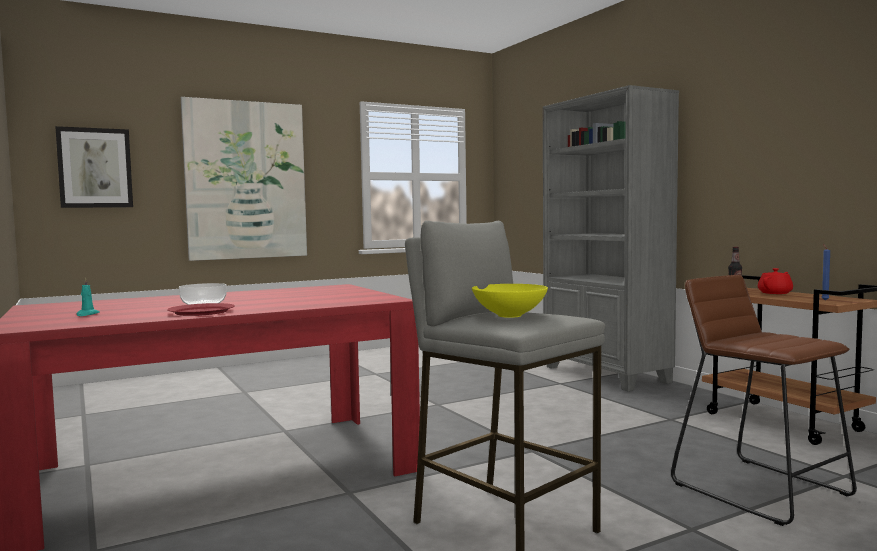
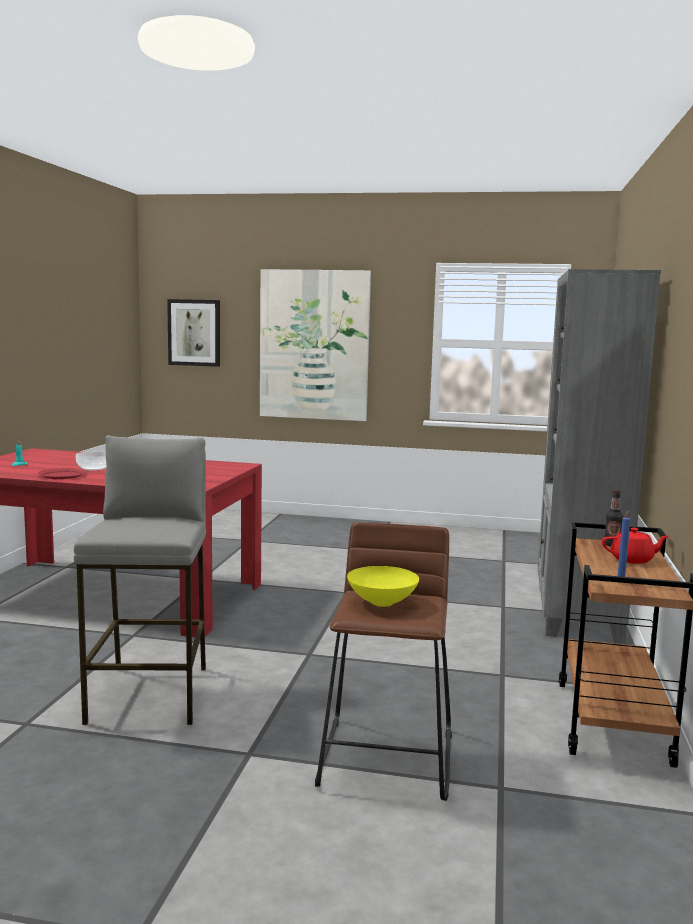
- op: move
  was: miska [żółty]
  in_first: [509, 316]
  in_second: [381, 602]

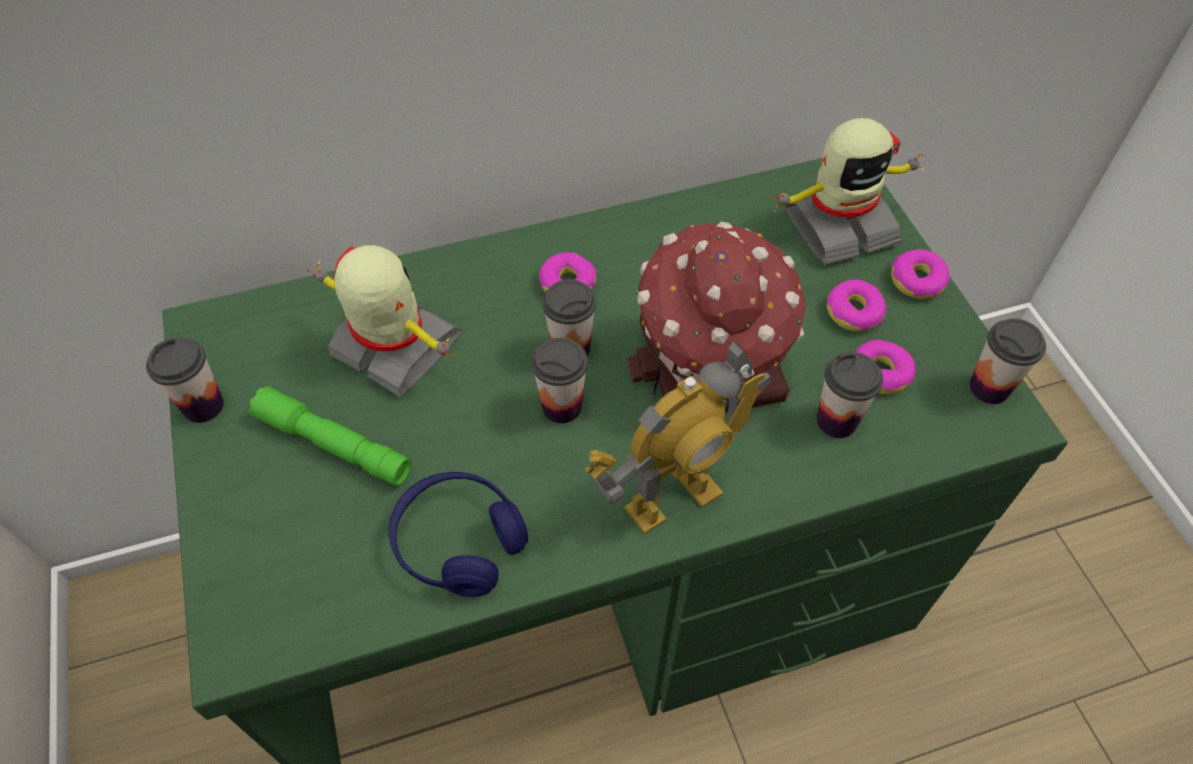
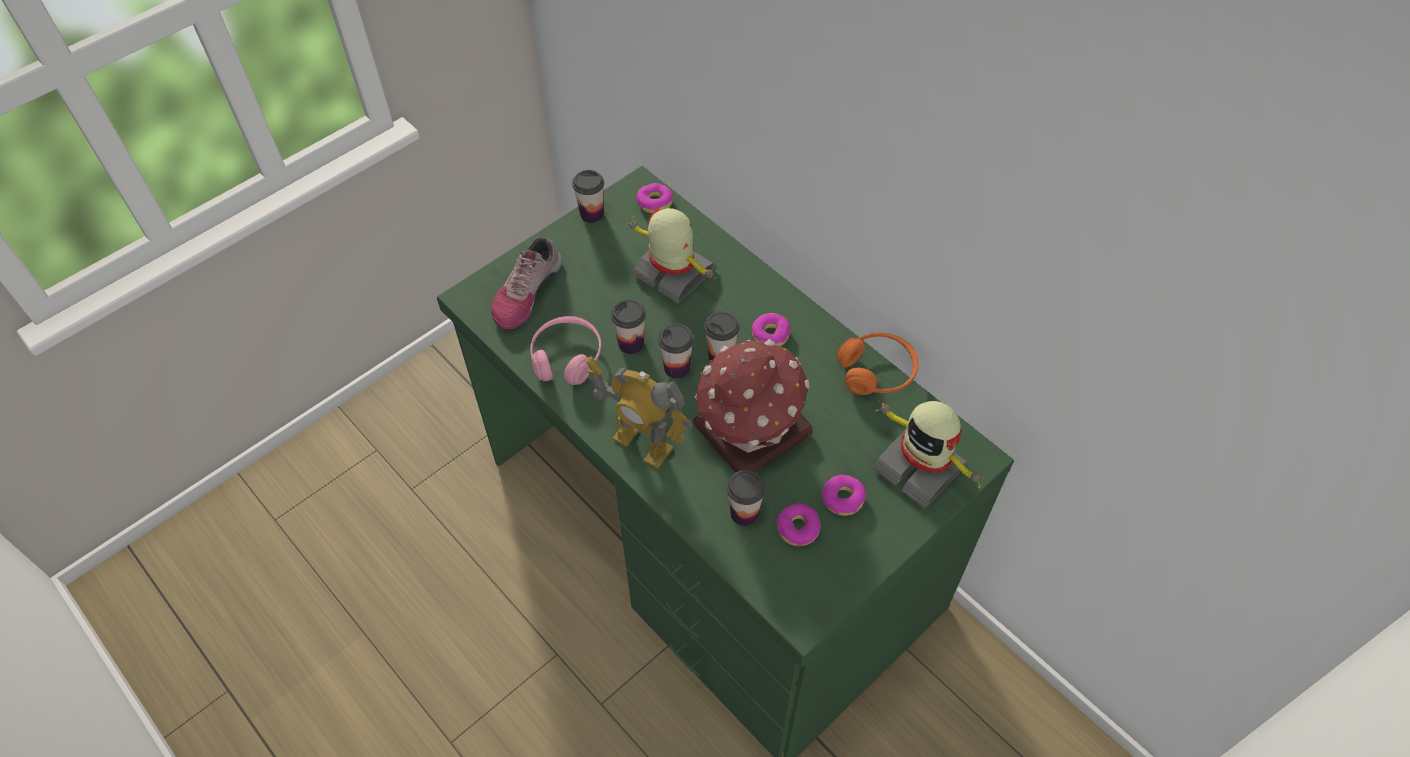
- op: delete
  was: latarka [zielony]
  in_first: [334, 445]
- op: insert
  now: but
  in_second: [526, 292]
- op: insert
  now: słuchawki [pomarańczowy]
  in_second: [877, 372]
- op: move
  was: donut
  in_first: [917, 281]
  in_second: [654, 202]
- op: move
  was: filiżanka
  in_first: [989, 387]
  in_second: [631, 344]
- op: recolor
  was: słuchawki [niebieski]
  now: słuchawki [różowy]
  in_first: [459, 541]
  in_second: [567, 357]
- op: rotate
  was: robot zabawkowy
  in_first: [394, 349]
  in_second: [673, 274]
  clockwise: -60

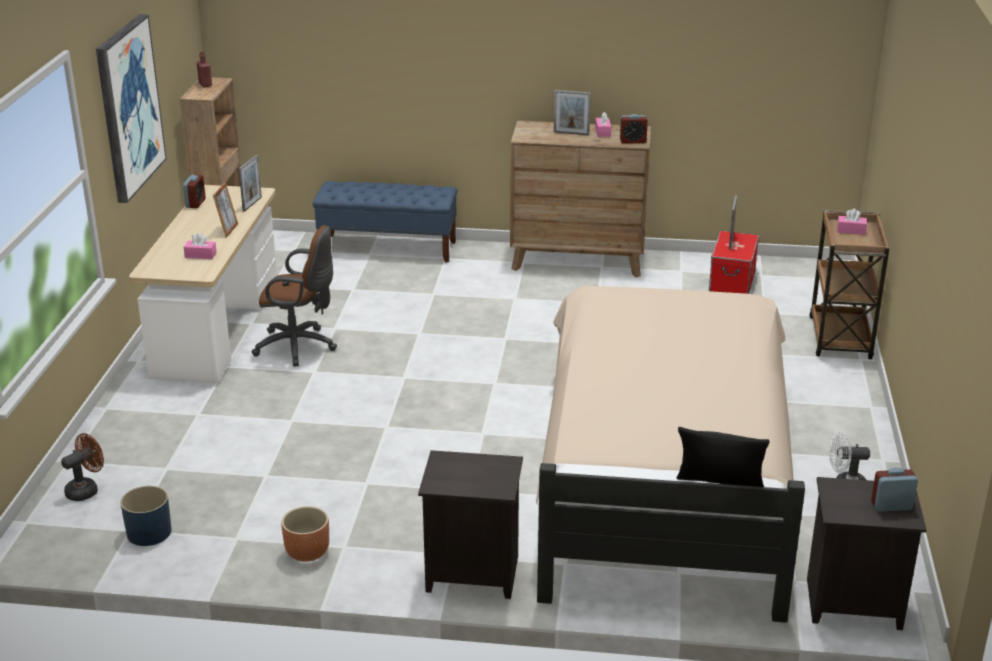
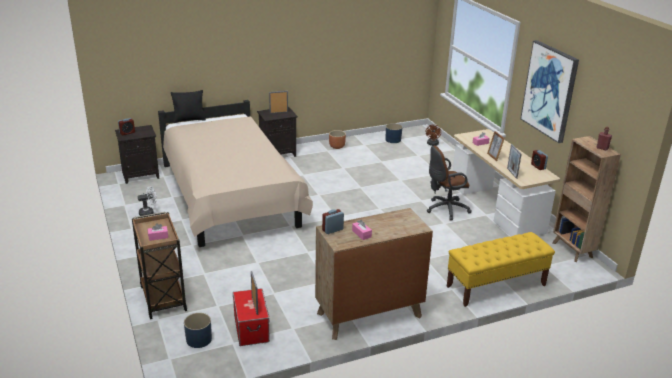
- op: insert
  now: donica [niebieski]
  in_second: [198, 339]
- op: move
  was: ramka na zdjęcie
  in_first: [571, 133]
  in_second: [278, 112]
- op: recolor
  was: ławka [niebieski]
  now: ławka [żółty]
  in_first: [388, 248]
  in_second: [496, 286]

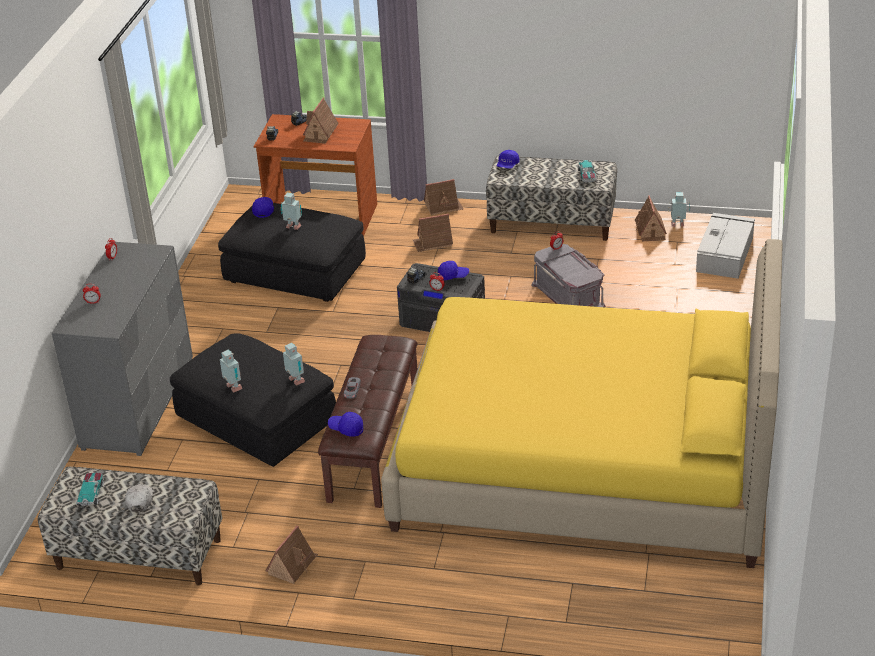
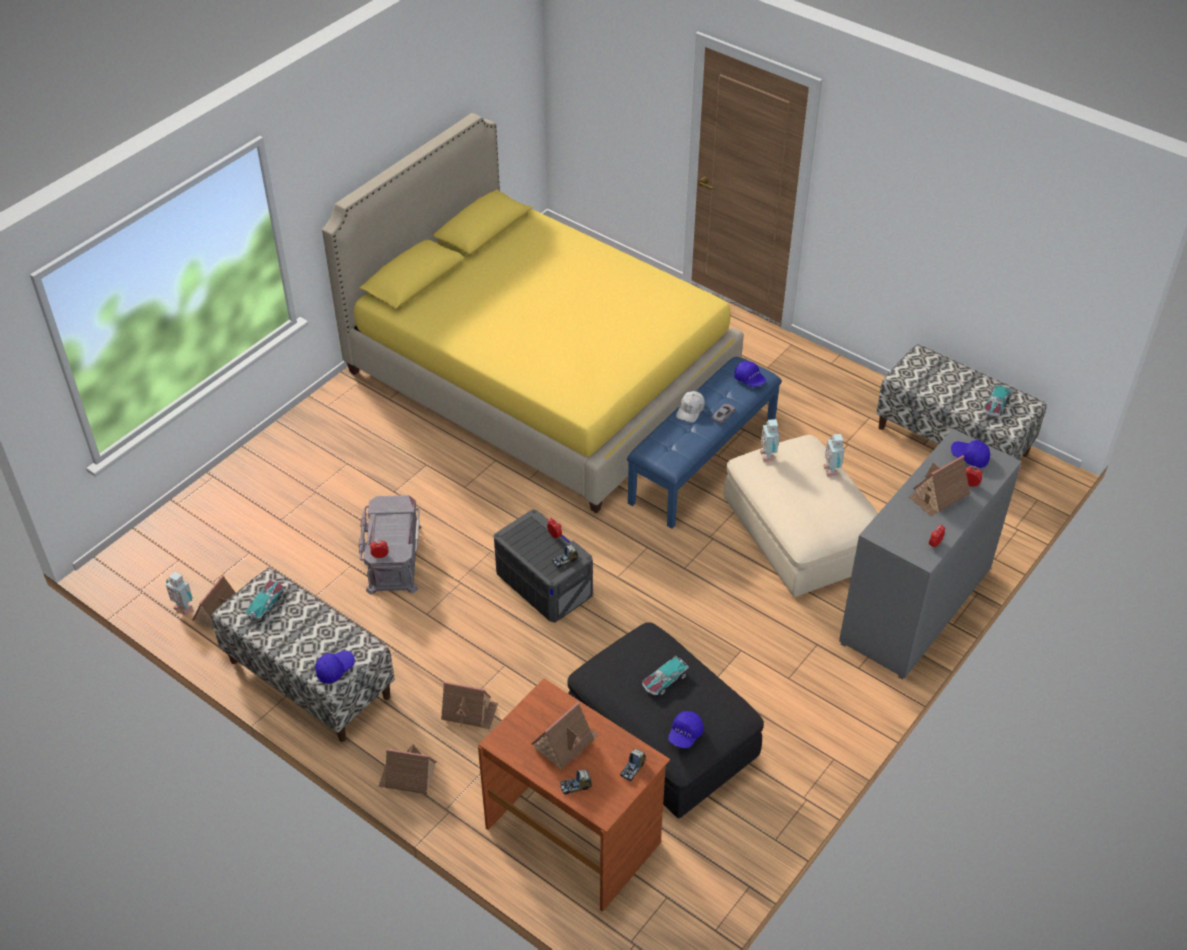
- op: delete
  was: pojemnik do przechowywania [szary]
  in_first: [725, 254]
- op: move
  was: czapka z daszkiem [biały]
  in_first: [139, 500]
  in_second: [690, 410]
- op: move
  was: domek
  in_first: [292, 565]
  in_second: [938, 496]
- op: move
  was: czapka z daszkiem [niebieski]
  in_first: [453, 276]
  in_second: [969, 457]
- op: replace
  was: robot zabawkowy
  now: samochodzik
  in_first: [293, 227]
  in_second: [664, 680]
- op: recolor
  was: pufa [czarny]
  now: pufa [beżowy]
  in_first: [255, 420]
  in_second: [801, 535]
- op: recolor
  was: ławka [brązowy]
  now: ławka [niebieski]
  in_first: [375, 445]
  in_second: [702, 463]

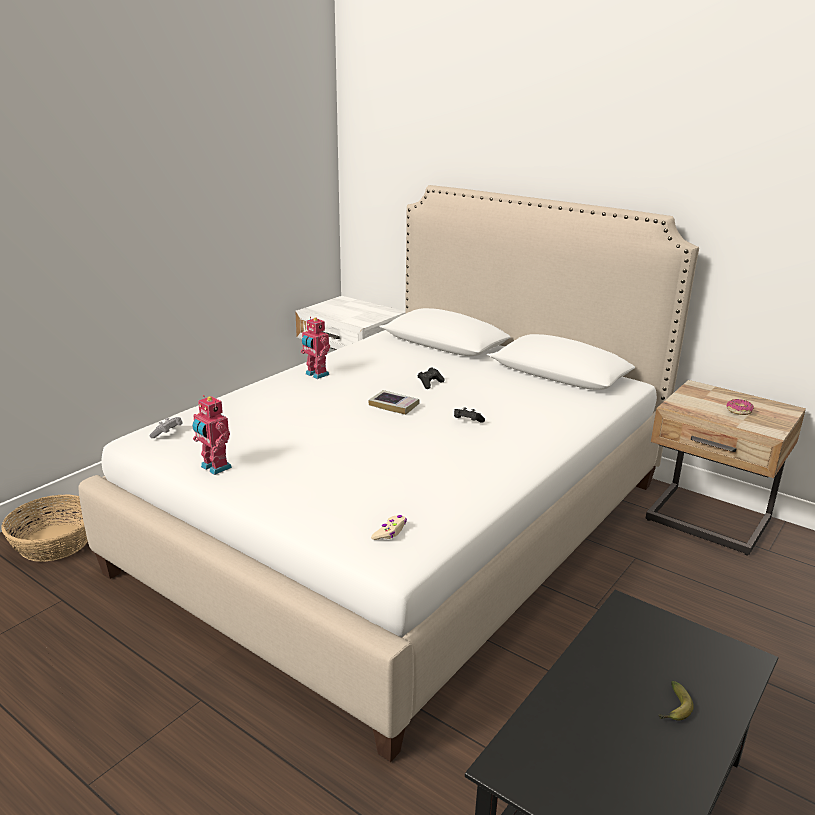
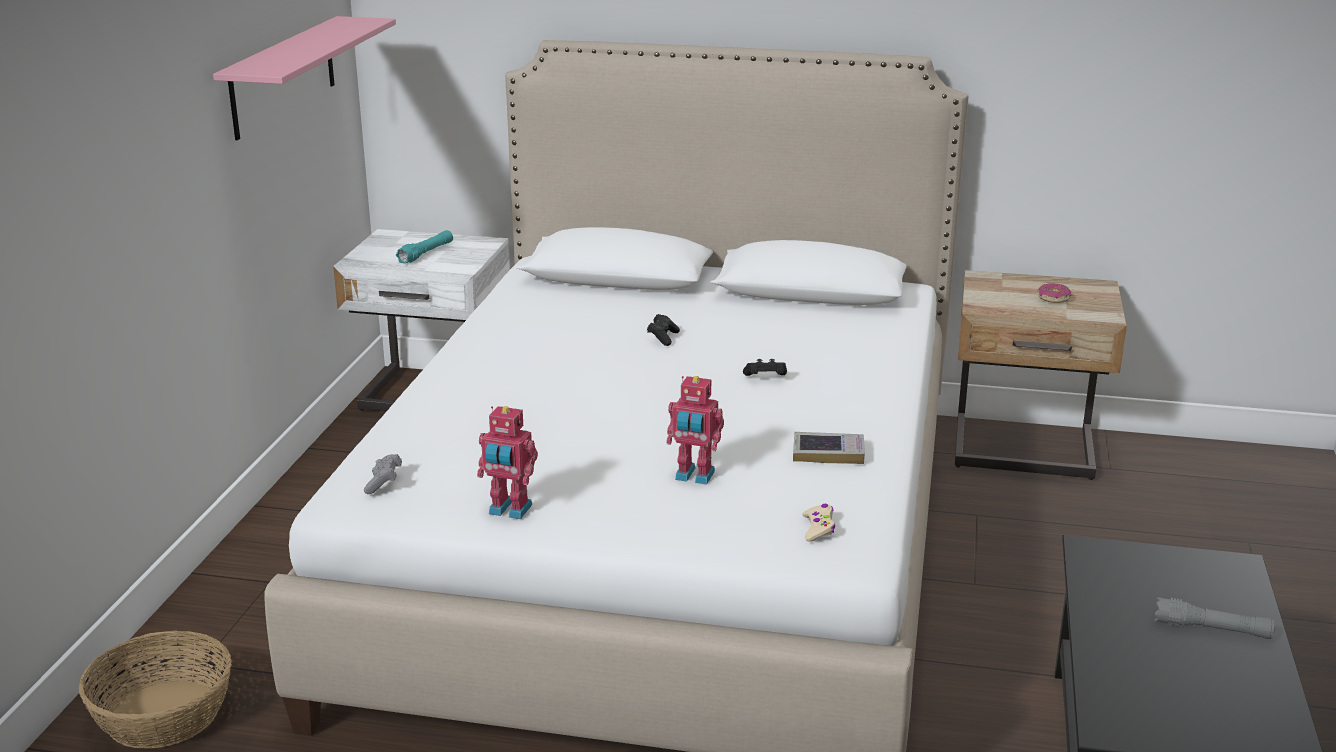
- op: insert
  now: półka [różowy]
  in_second: [283, 76]
- op: insert
  now: latarka [turkusowy]
  in_second: [426, 253]
- op: move
  was: robot zabawkowy
  in_first: [316, 375]
  in_second: [694, 476]
- op: move
  was: książka
  in_first: [394, 405]
  in_second: [828, 453]
- op: replace
  was: banan
  now: latarka [szary]
  in_first: [674, 709]
  in_second: [1212, 629]

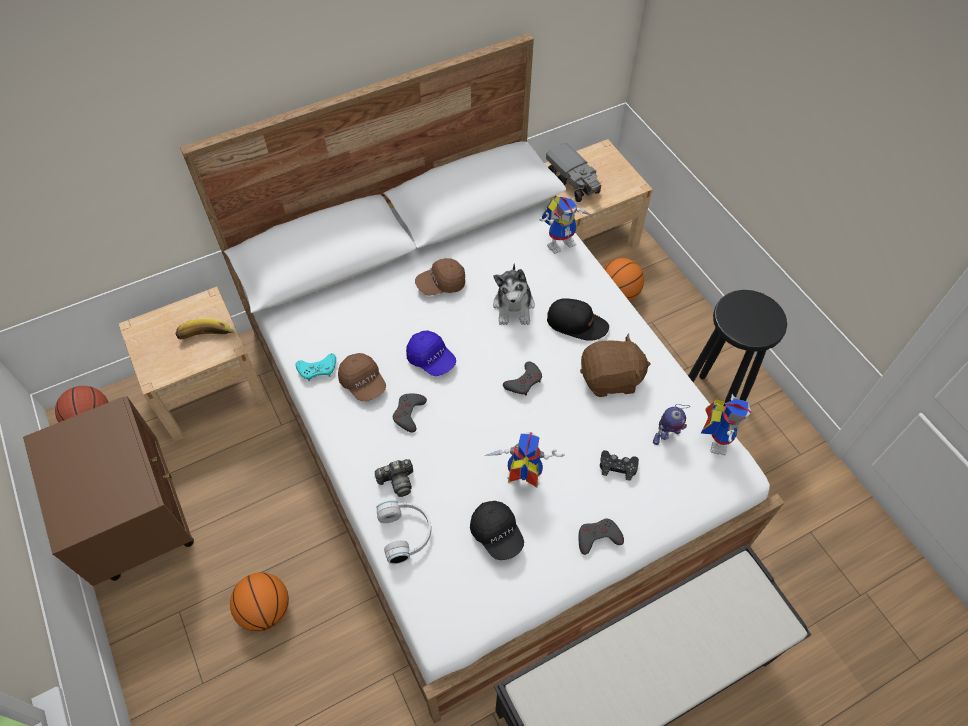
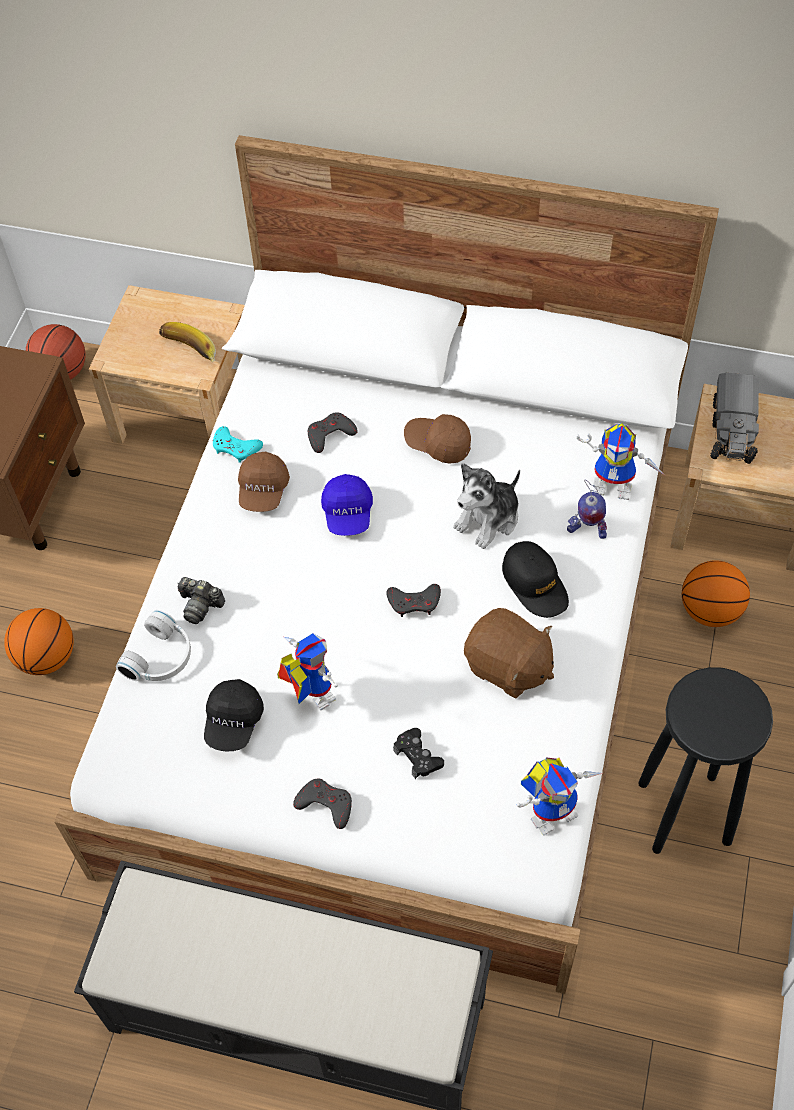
- op: move
  was: pad do gier [szary]
  in_first: [409, 413]
  in_second: [330, 435]
- op: move
  was: robot zabawkowy
  in_first: [665, 435]
  in_second: [586, 531]

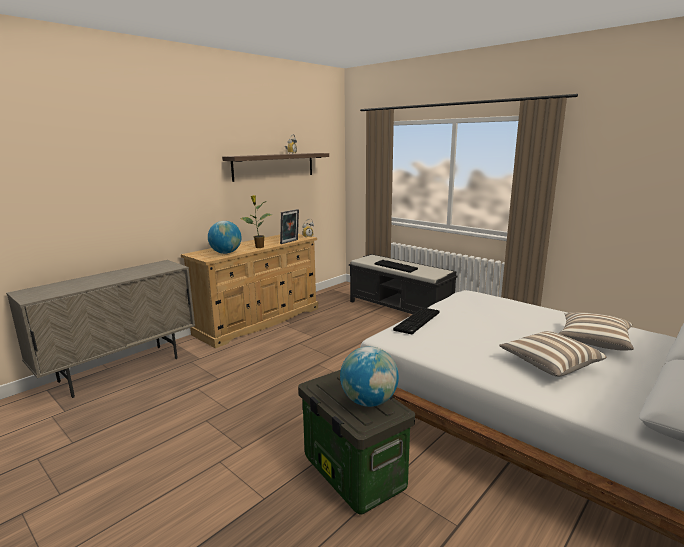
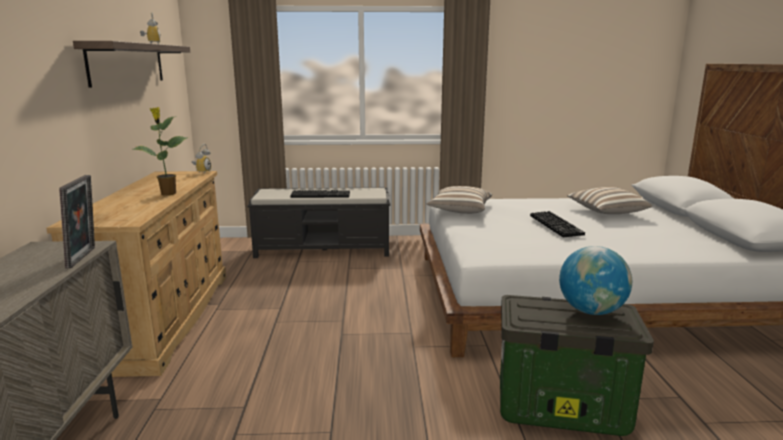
- op: delete
  was: globus
  in_first: [226, 253]
- op: move
  was: ramka na zdjęcie
  in_first: [290, 242]
  in_second: [85, 257]
- op: move
  was: klawiatura
  in_first: [418, 322]
  in_second: [557, 225]
- op: move
  was: poduszka
  in_first: [549, 364]
  in_second: [459, 211]

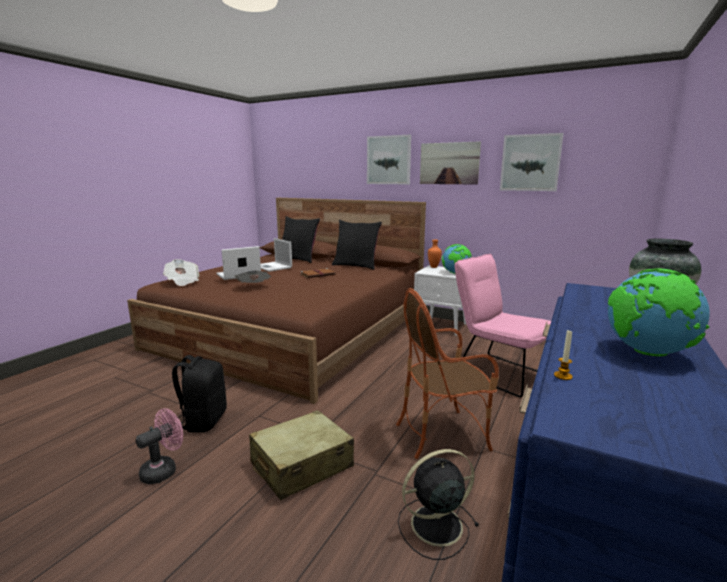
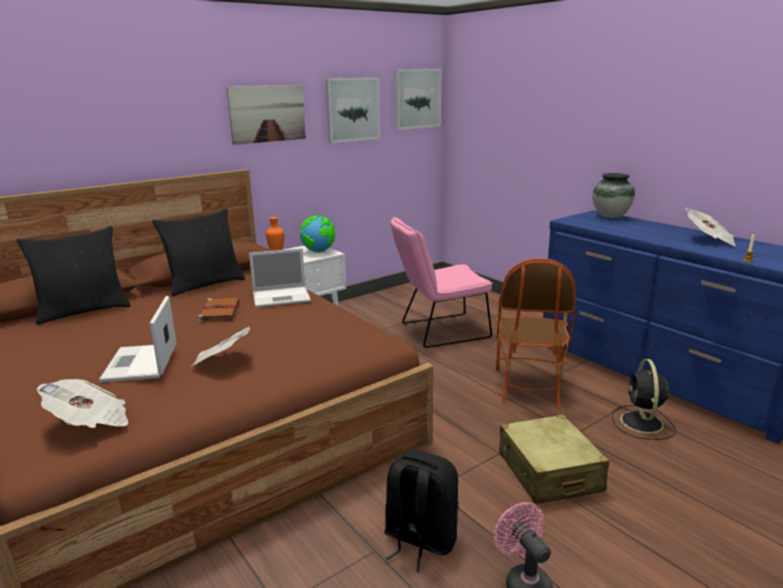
- op: move
  was: laptop
  in_first: [273, 267]
  in_second: [282, 297]
- op: move
  was: obraz
  in_first: [389, 160]
  in_second: [417, 98]
- op: replace
  was: globus
  now: gazeta
  in_first: [647, 353]
  in_second: [709, 240]

